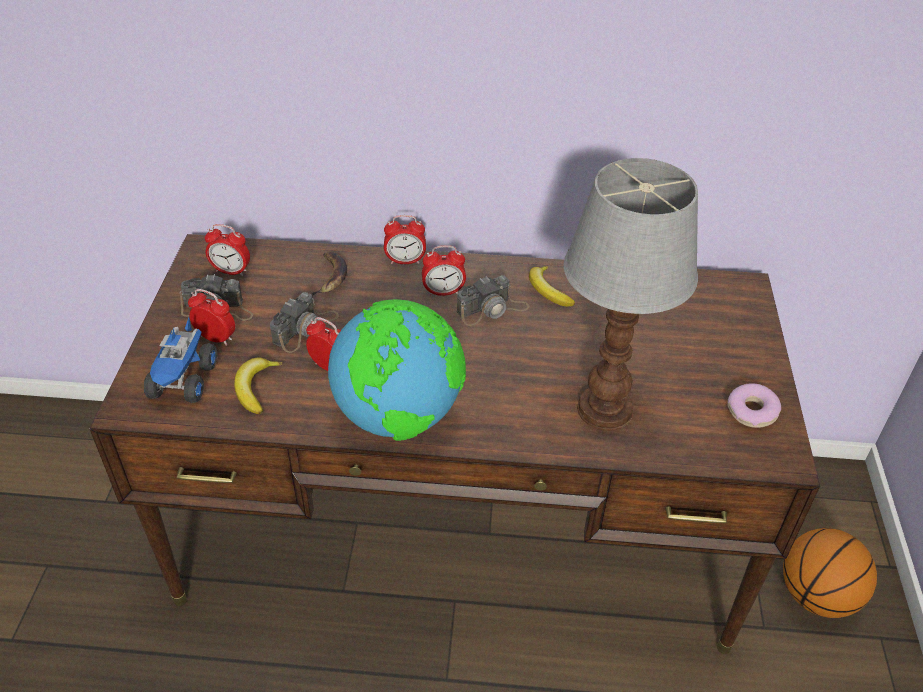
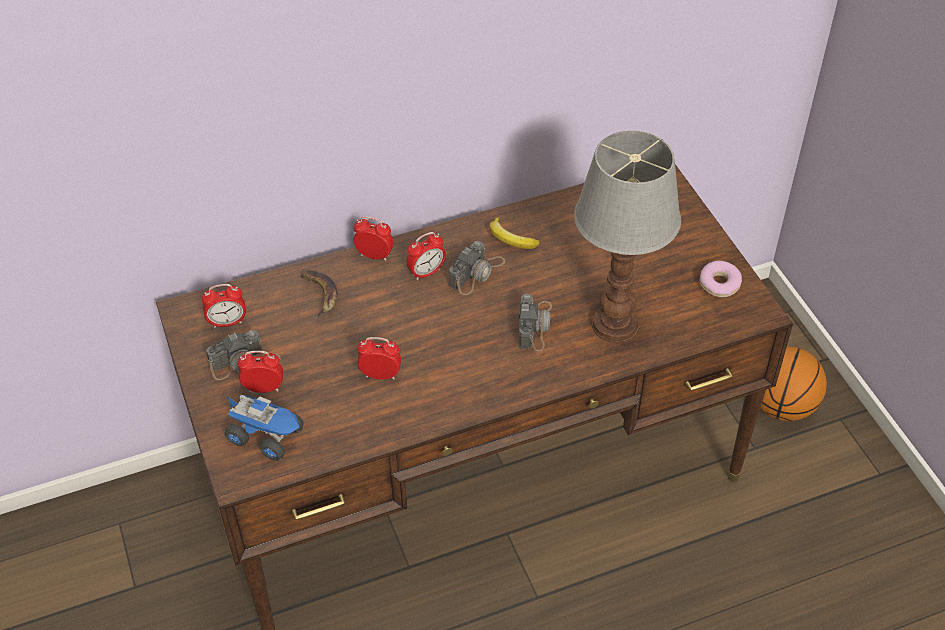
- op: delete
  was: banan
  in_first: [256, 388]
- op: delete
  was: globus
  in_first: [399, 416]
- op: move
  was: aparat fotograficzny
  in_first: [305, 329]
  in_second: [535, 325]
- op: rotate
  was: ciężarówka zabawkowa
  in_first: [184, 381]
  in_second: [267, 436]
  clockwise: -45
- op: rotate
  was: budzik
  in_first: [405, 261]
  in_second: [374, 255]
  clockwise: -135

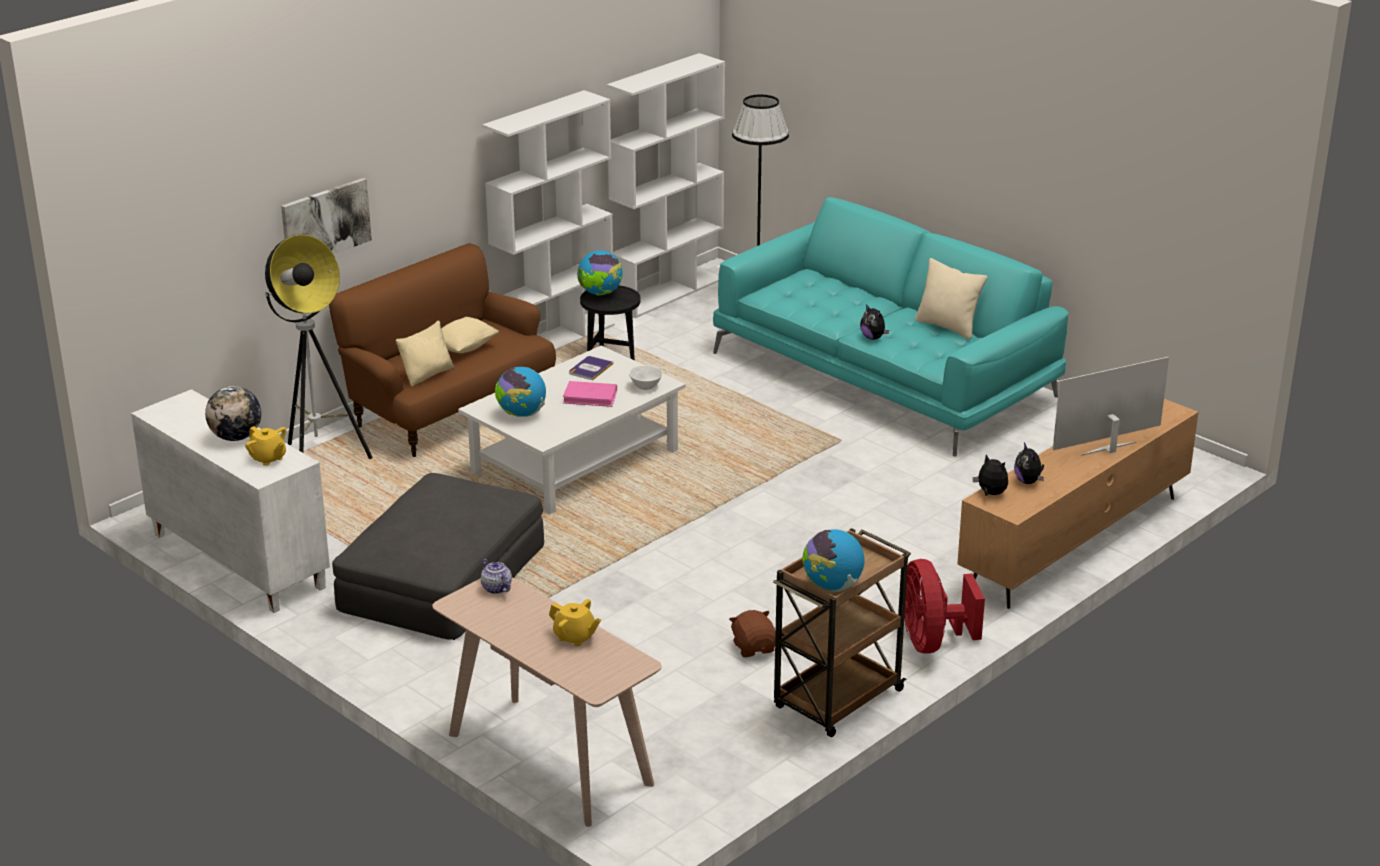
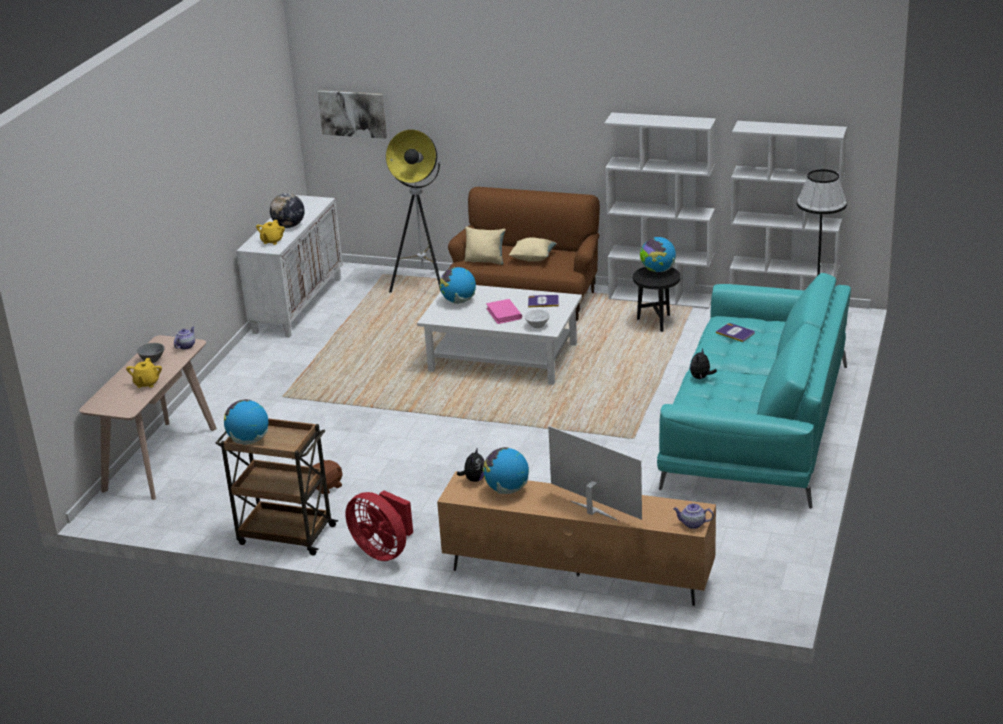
- op: delete
  was: pufa [szary]
  in_first: [442, 577]
- op: delete
  was: poduszka [beżowy]
  in_first: [948, 327]
- op: insert
  now: miska [szary]
  in_second: [153, 360]
- op: insert
  now: imbryk
  in_second: [692, 524]
- op: insert
  now: książka
  in_second: [735, 333]
- op: move
  was: obraz
  in_first: [325, 222]
  in_second: [352, 113]
- op: replace
  was: pluszak
  now: globus
  in_first: [1028, 481]
  in_second: [507, 490]
- op: rotate
  was: wentylator [czerwony]
  in_first: [932, 642]
  in_second: [383, 551]
  clockwise: -105

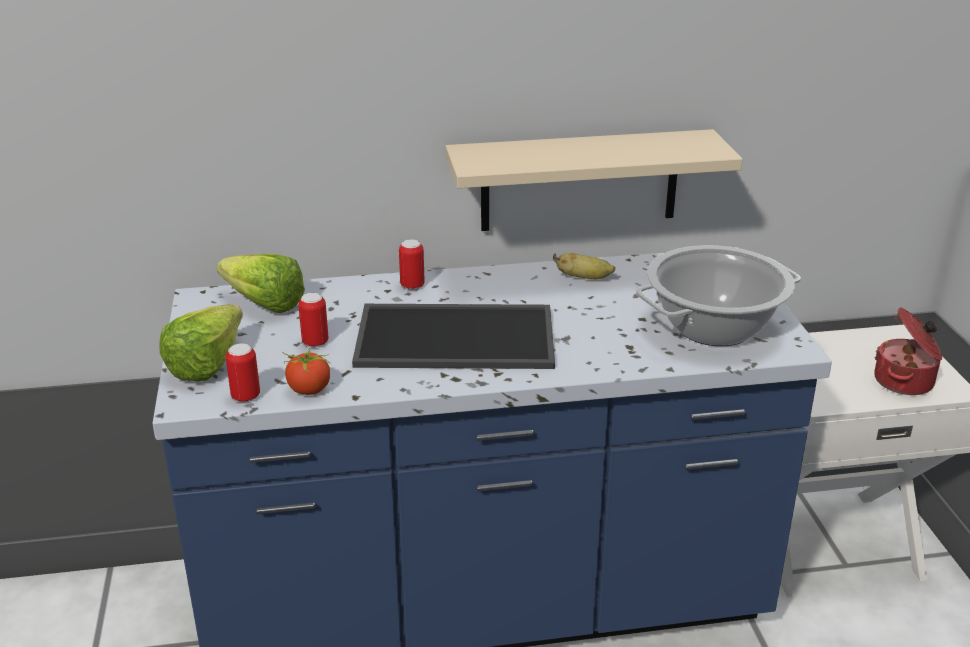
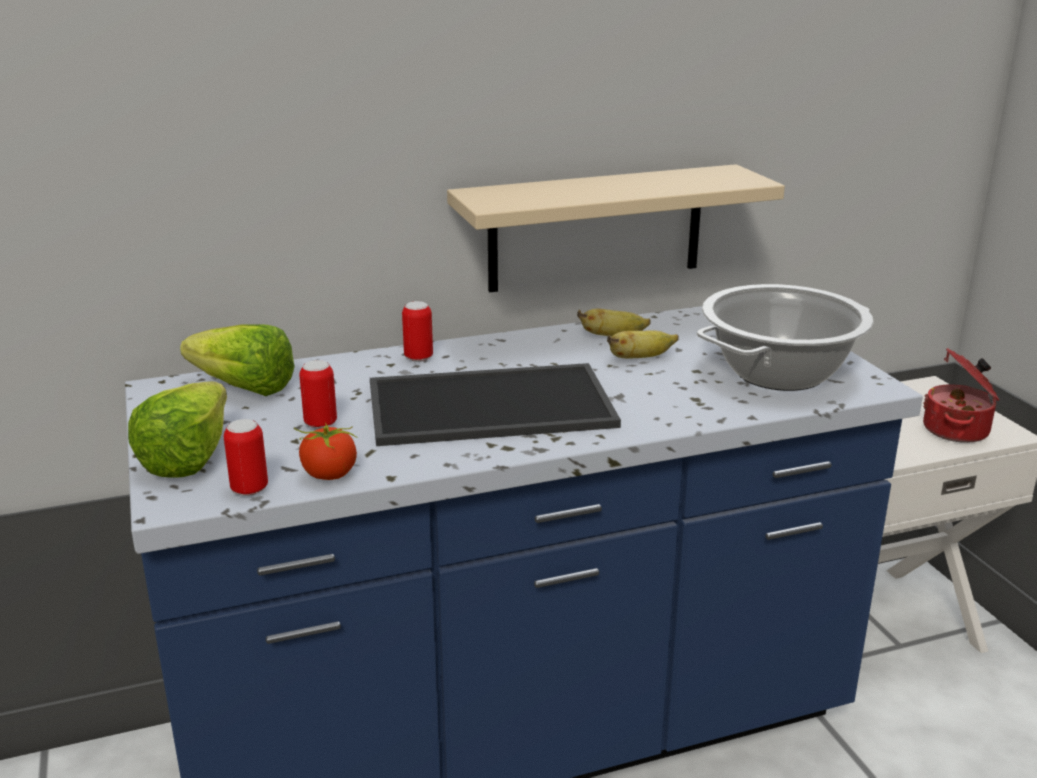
- op: insert
  now: banan
  in_second: [640, 358]

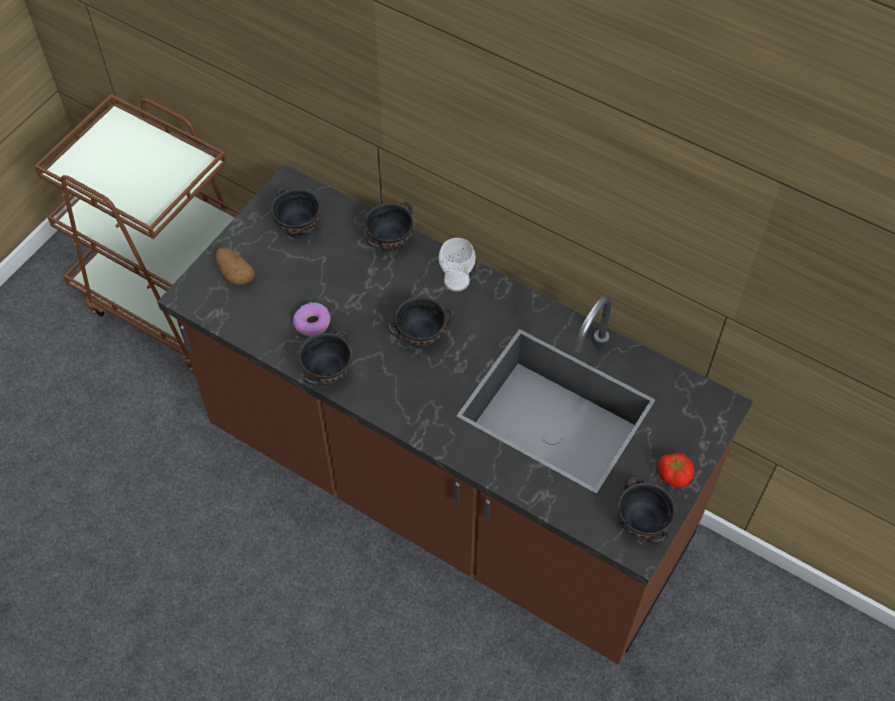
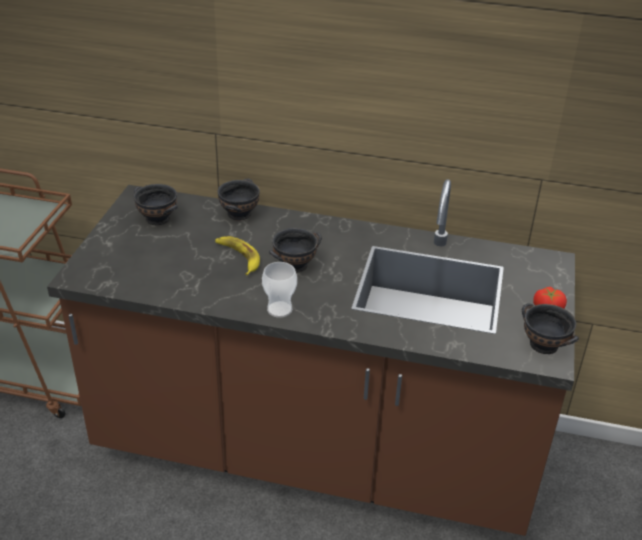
- op: delete
  was: ziemniak
  in_first: [234, 274]
- op: delete
  was: donut
  in_first: [312, 323]
- op: delete
  was: miska [czarny]
  in_first: [329, 372]
- op: insert
  now: banan
  in_second: [238, 257]
- op: move
  was: filiżanka
  in_first: [456, 281]
  in_second: [279, 309]

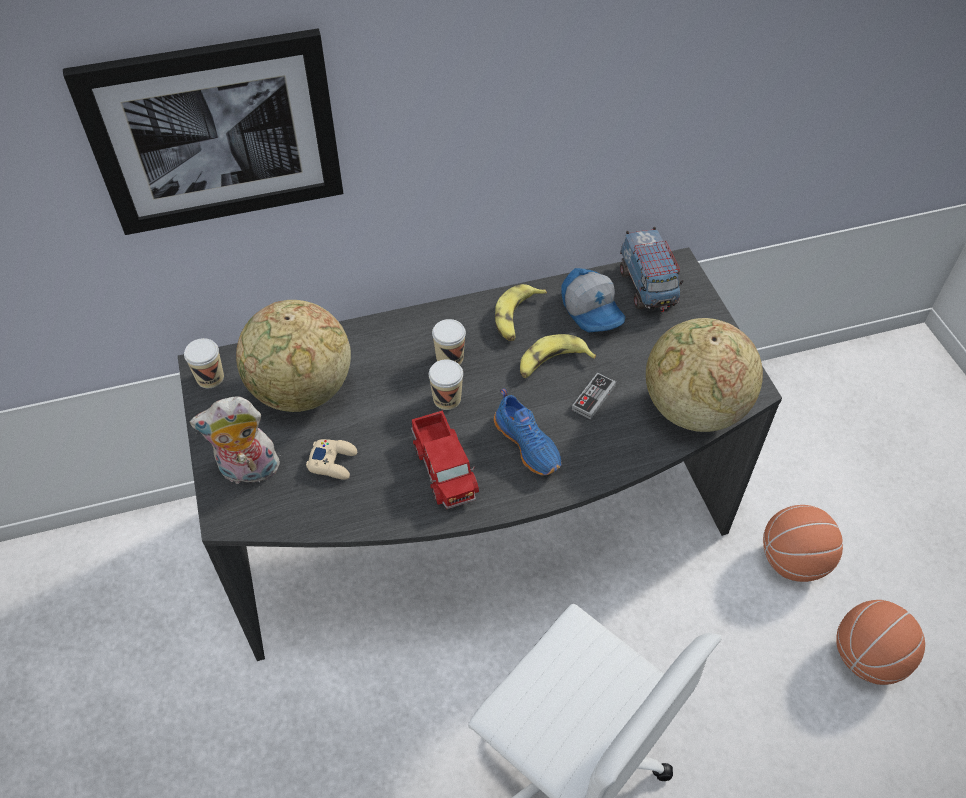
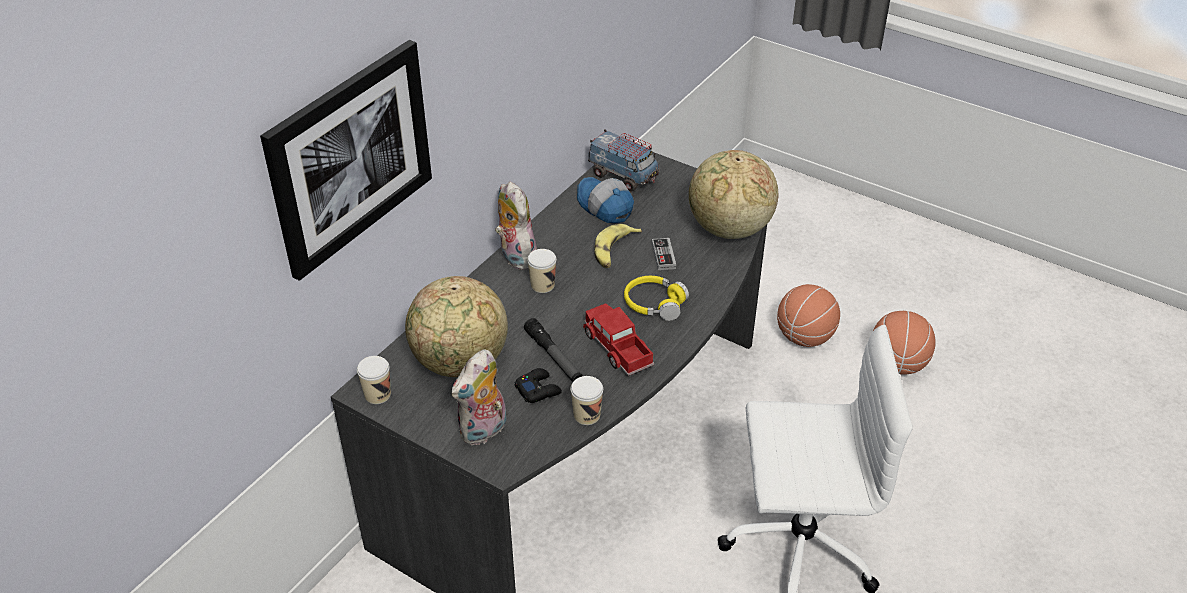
- op: delete
  was: banan
  in_first: [517, 317]
- op: insert
  now: pluszak
  in_second: [515, 256]
- op: insert
  now: latarka
  in_second: [553, 356]
- op: move
  was: filiżanka
  in_first: [447, 399]
  in_second: [587, 415]
- op: replace
  was: but [niebieski]
  now: słuchawki [żółty]
  in_first: [528, 444]
  in_second: [654, 304]
- op: recolor
  was: pad do gier [beżowy]
  now: pad do gier [czarny]
  in_first: [333, 462]
  in_second: [538, 389]
- op: rotate
  was: ciężarówka zabawkowa
  in_first: [444, 468]
  in_second: [617, 348]
  clockwise: -150
- op: rotate
  was: czapka z daszkiem
  in_first: [593, 310]
  in_second: [604, 207]
  clockwise: -150

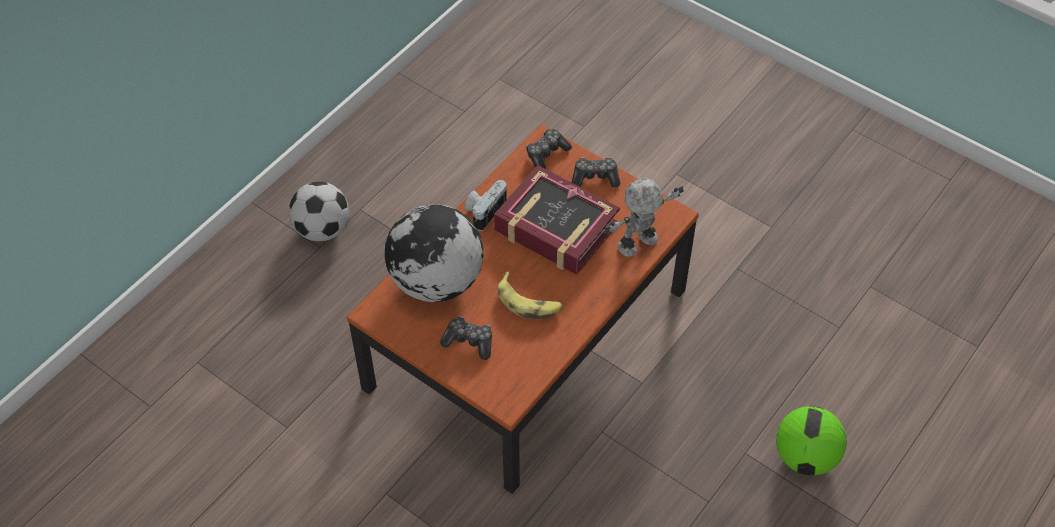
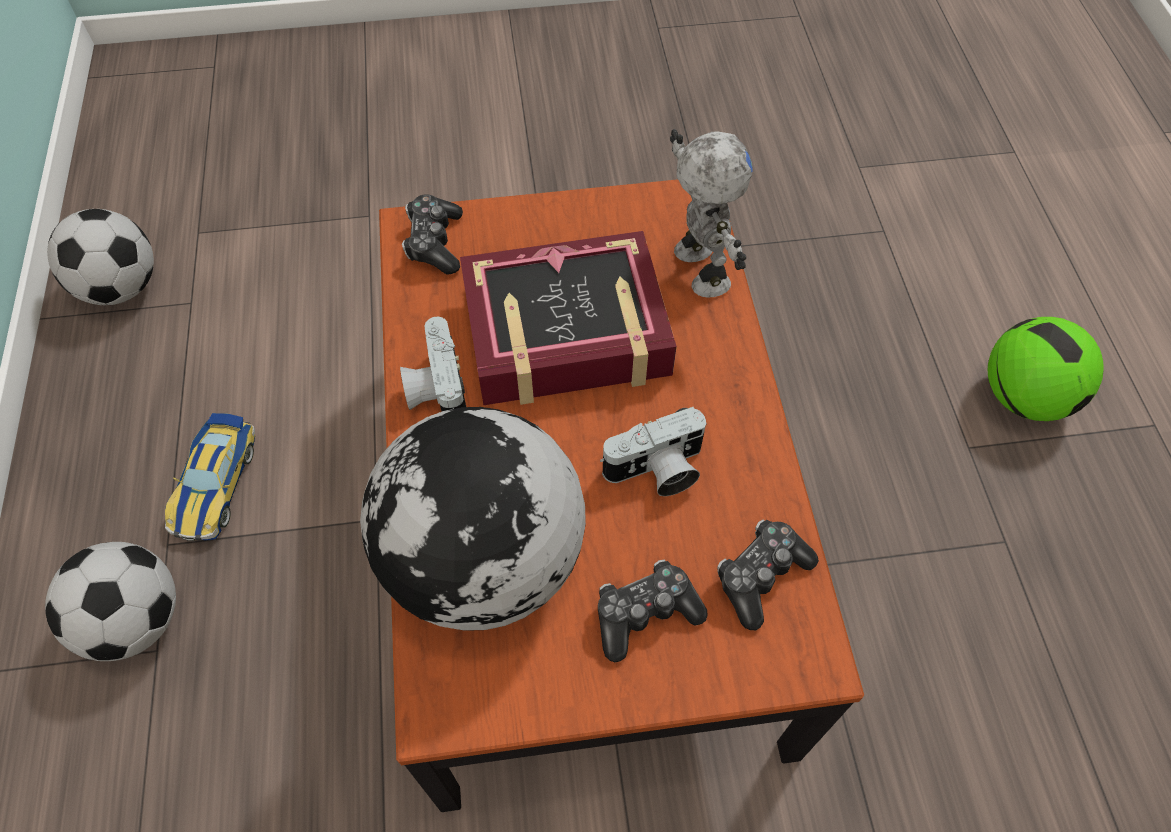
- op: insert
  now: piłka futbolowa
  in_second: [120, 288]
- op: insert
  now: samochodzik
  in_second: [216, 483]
- op: move
  was: pad do gier
  in_first: [595, 177]
  in_second: [761, 576]
- op: replace
  was: banan
  now: aparat fotograficzny
  in_first: [529, 302]
  in_second: [657, 471]
- op: rotate
  was: robot zabawkowy
  in_first: [639, 244]
  in_second: [698, 269]
  clockwise: 150

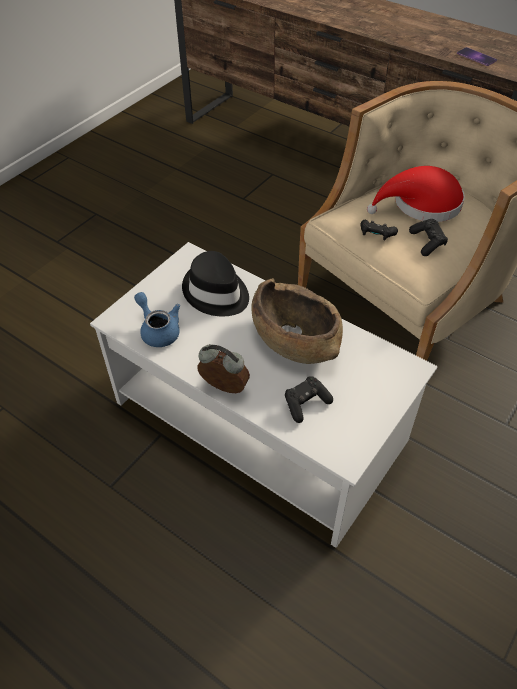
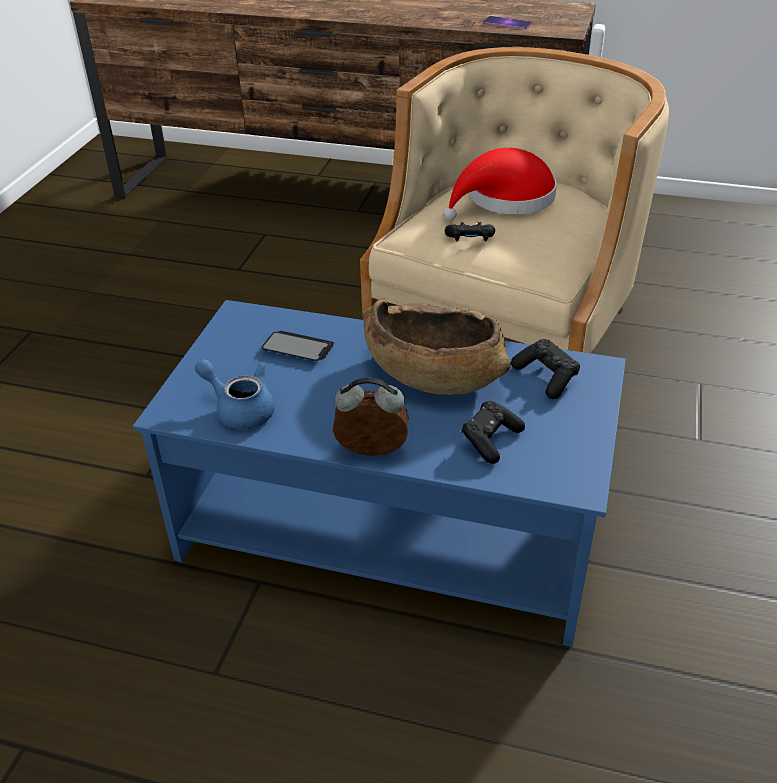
- op: move
  was: pad do gier [czarny]
  in_first: [427, 242]
  in_second: [546, 377]
- op: replace
  was: kapelusz [czarny]
  now: telefon
  in_first: [216, 293]
  in_second: [298, 348]
- op: recolor
  was: ława [biały]
  now: ława [niebieski]
  in_first: [257, 420]
  in_second: [388, 524]

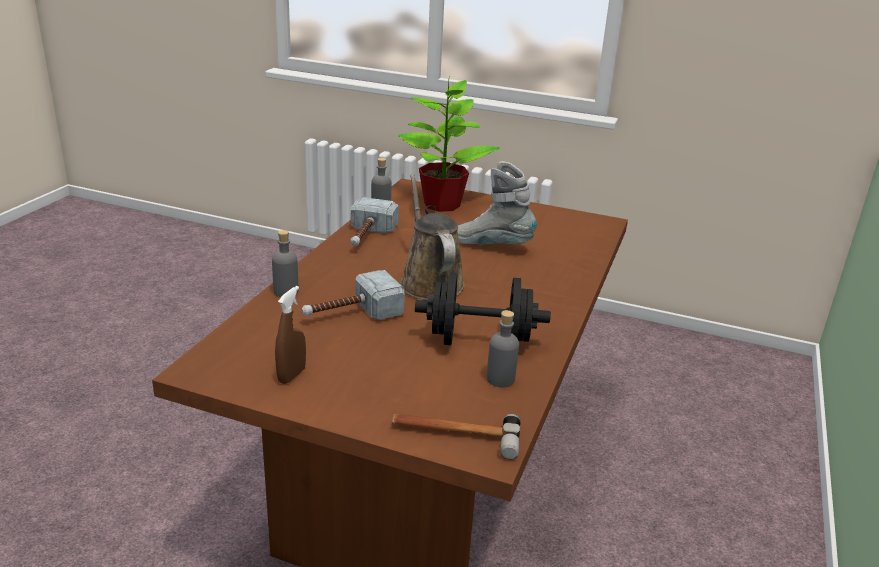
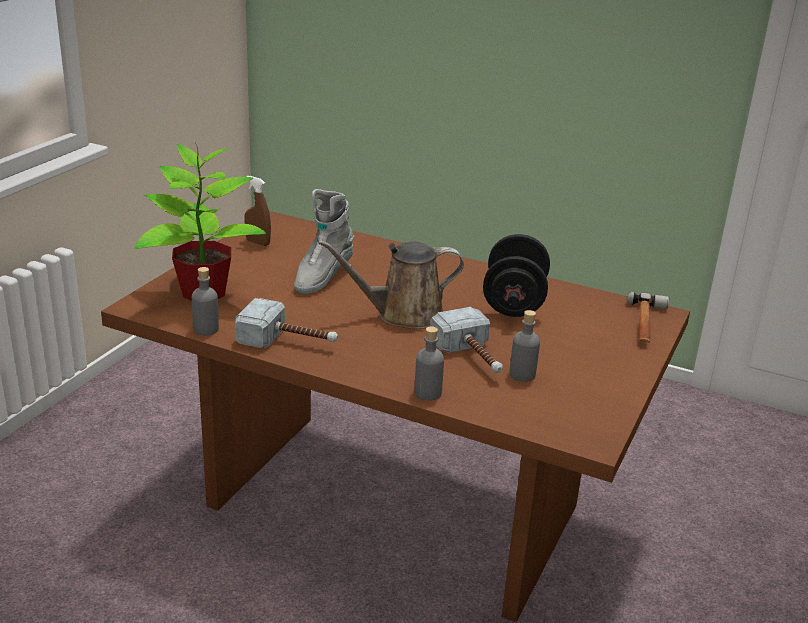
- op: move
  was: spryskiwacz [brązowy]
  in_first: [291, 375]
  in_second: [258, 242]
- op: move
  was: butelka [szary]
  in_first: [500, 379]
  in_second: [522, 374]

